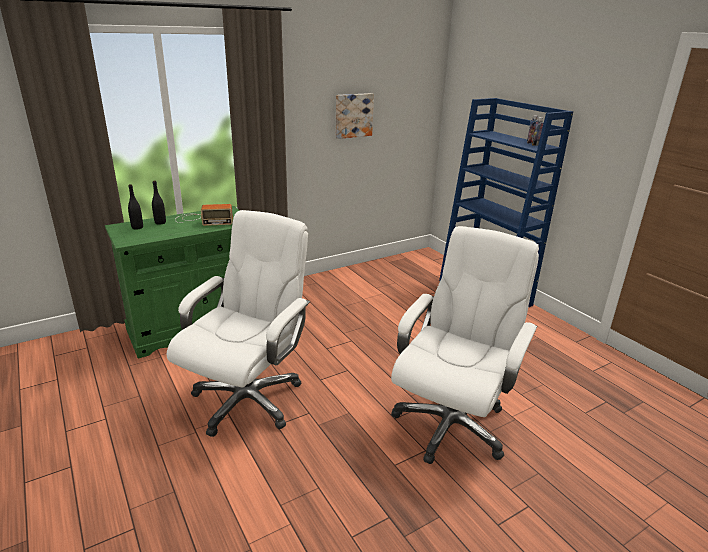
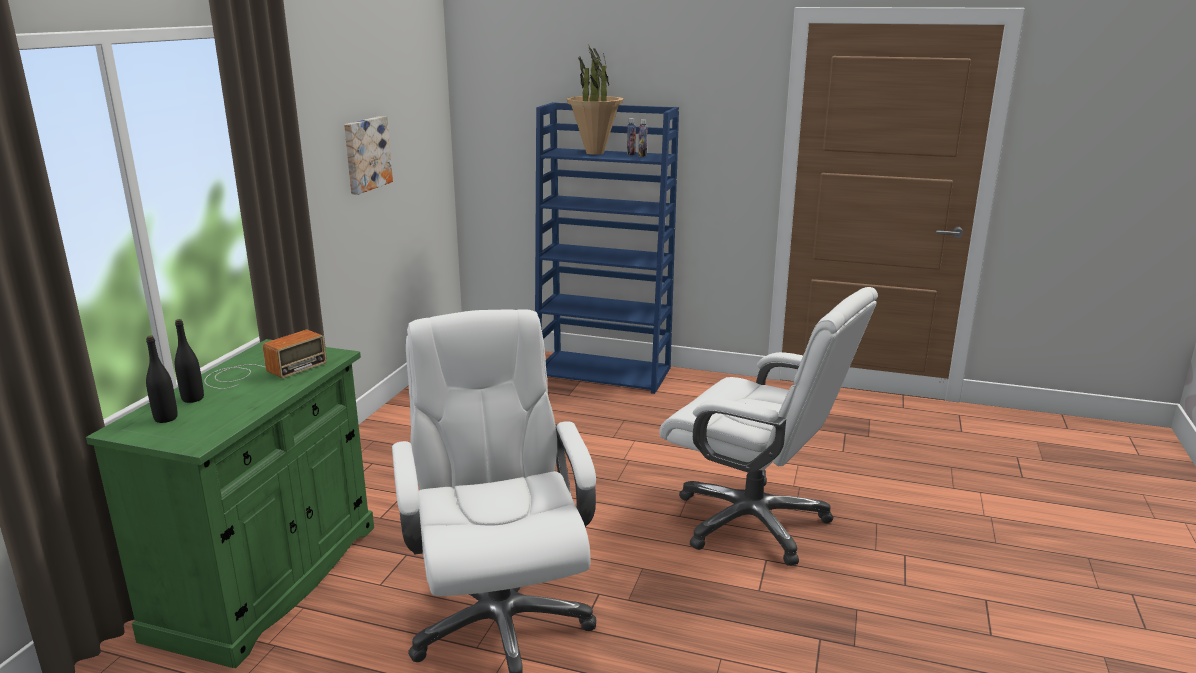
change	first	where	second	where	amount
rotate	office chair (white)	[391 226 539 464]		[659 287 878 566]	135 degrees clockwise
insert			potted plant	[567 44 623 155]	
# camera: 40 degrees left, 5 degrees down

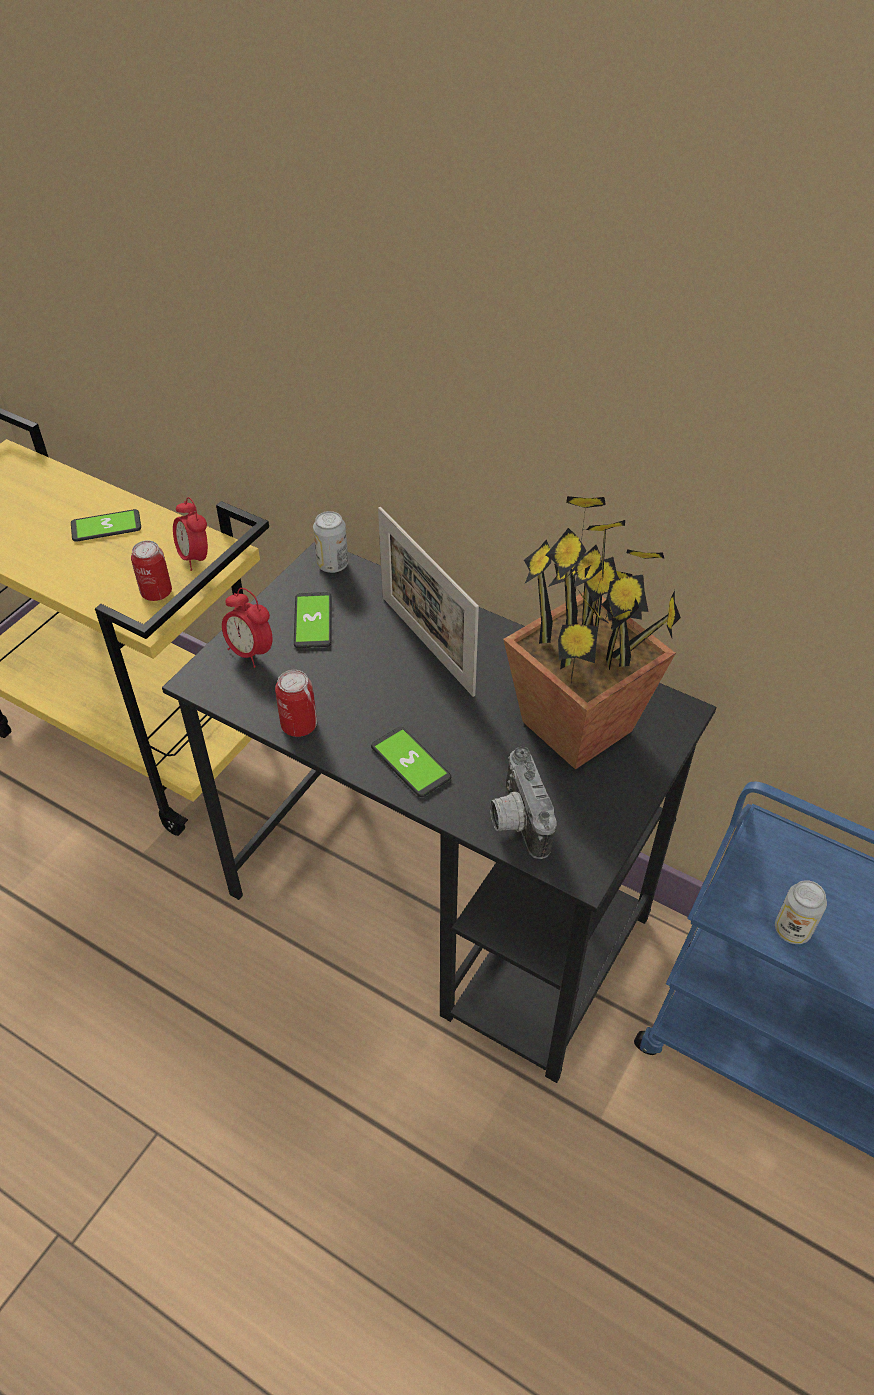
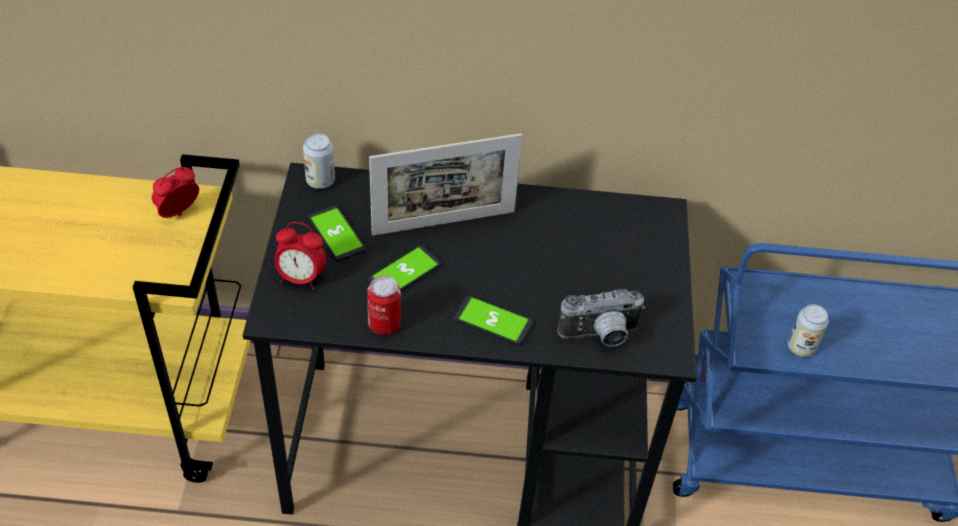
change	first	where	second	where	amount
delete	potted plant	[503 496 681 770]			
rotate	alarm clock	[173 497 208 571]		[152 167 199 218]	105 degrees clockwise
rotate	picture frame	[378 507 479 697]		[369 133 522 235]	45 degrees counterclockwise
move	phone	[71 509 141 542]		[368 245 442 291]	
delete	can	[131 540 172 601]			
rotate	photo camera	[490 747 557 859]		[557 289 645 347]	60 degrees counterclockwise
# camera: 30 degrees left, 0 degrees up

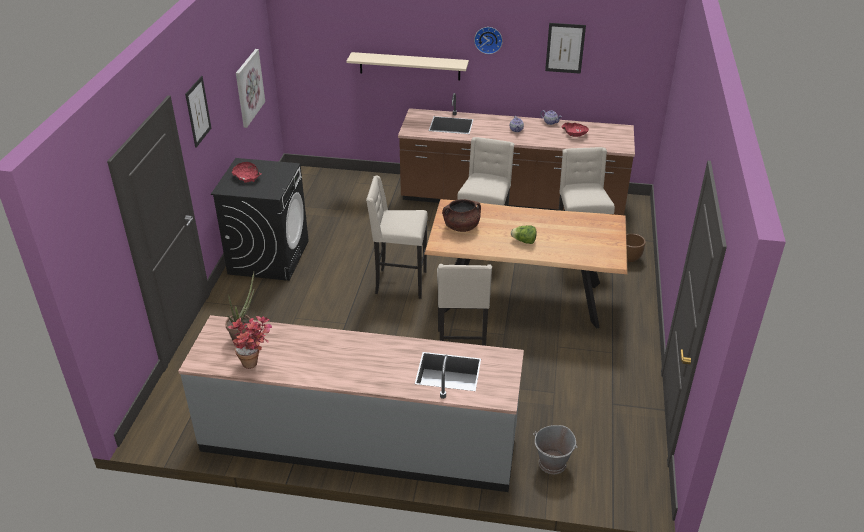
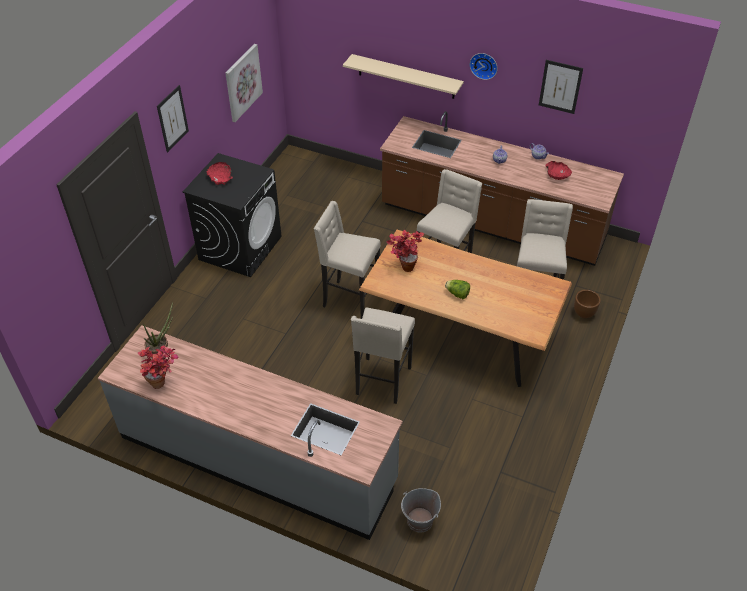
change	first	where	second	where	amount
replace	cooking pot (brown)	[442 199 481 232]	potted plant	[387 230 424 272]	
# camera: 15 degrees right, 10 degrees up

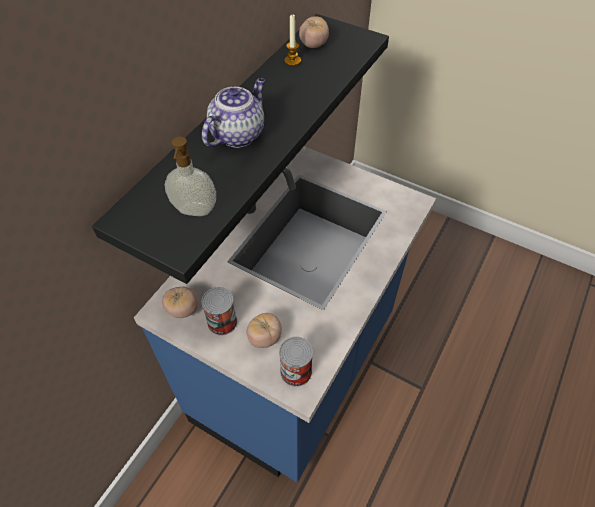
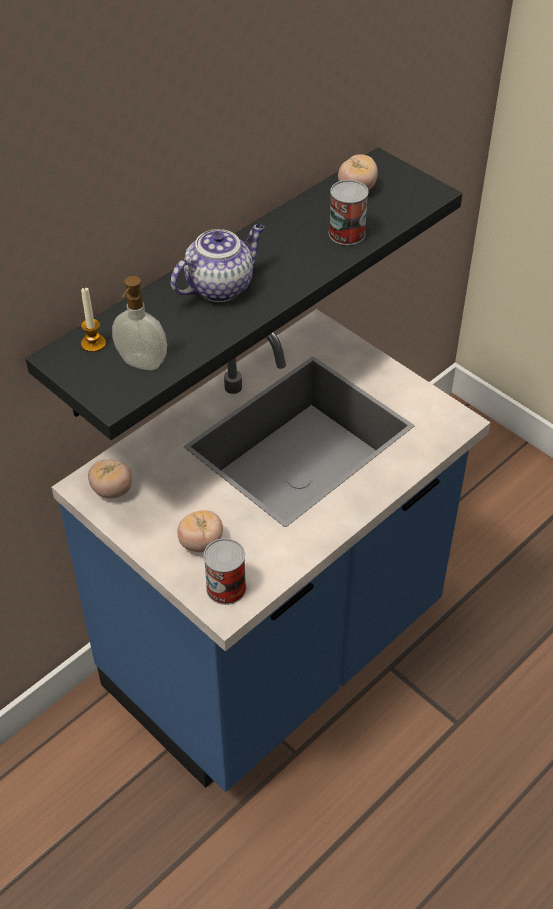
change	first	where	second	where	amount
move	candle	[284 14 301 66]		[81 287 106 352]	
move	can	[202 287 237 336]		[329 180 369 245]	
# camera: 15 degrees right, 5 degrees down

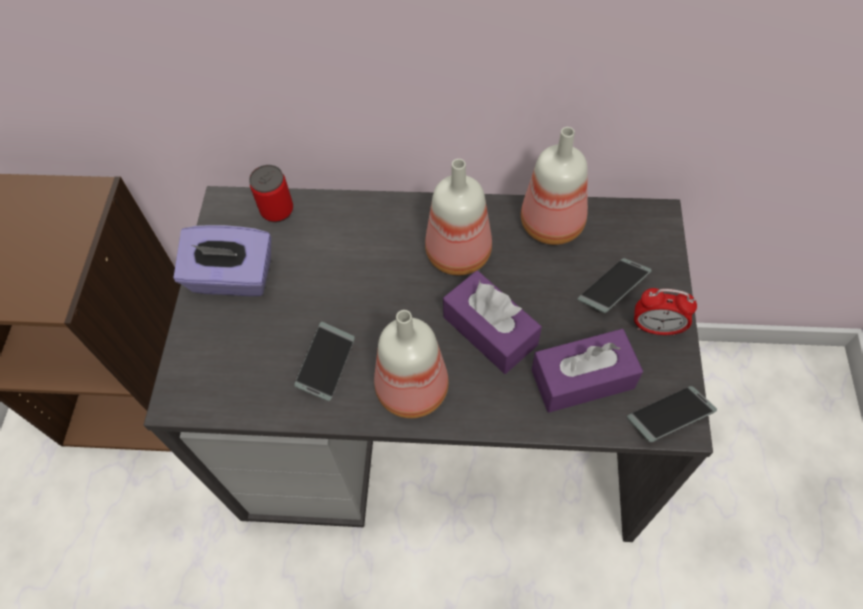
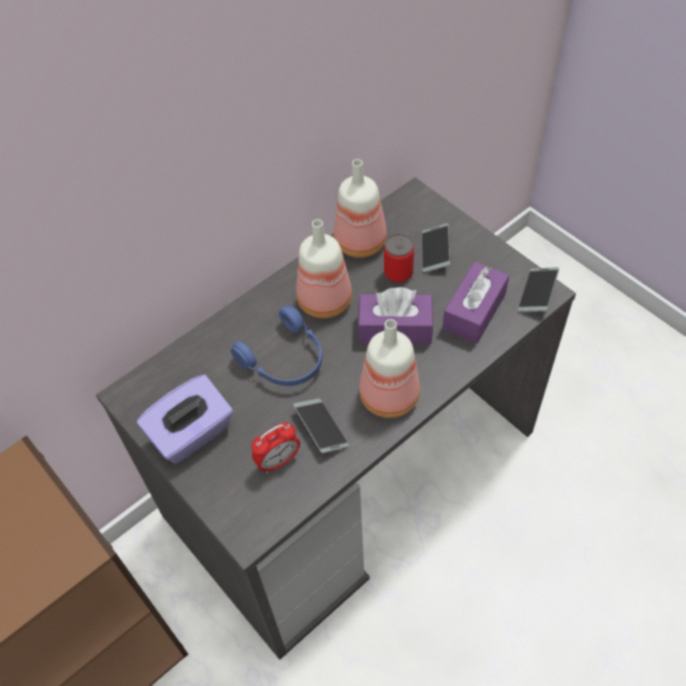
change	first	where	second	where	amount
move	can	[249 165 293 222]		[384 234 414 283]	
move	alarm clock	[634 288 697 336]		[251 422 300 473]	
insert			headphones (blue)	[231 305 322 386]	
# camera: 45 degrees left, 5 degrees down

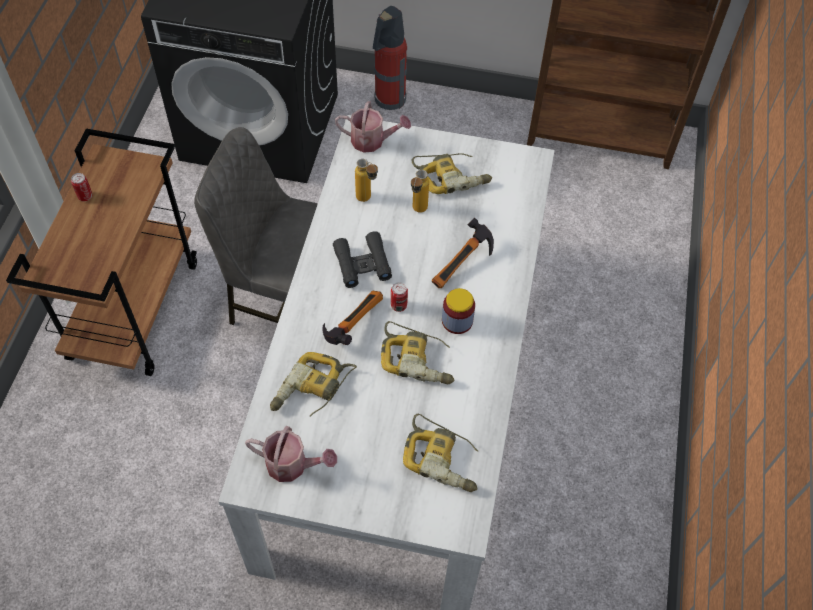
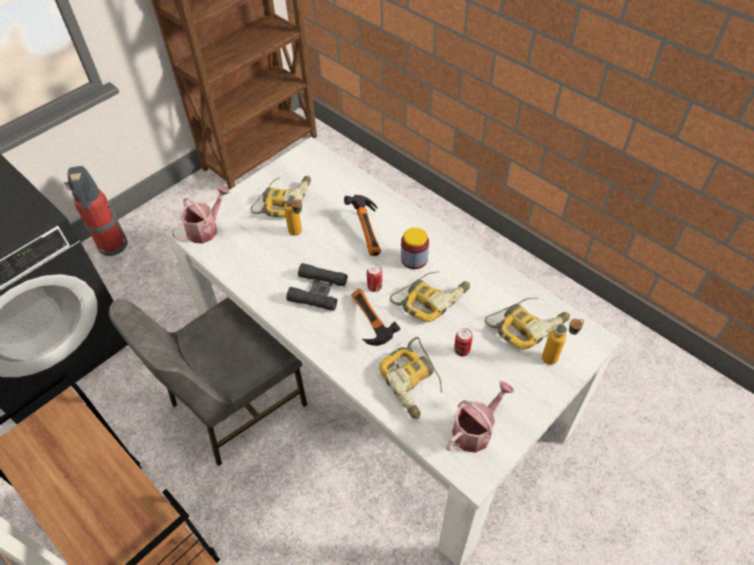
change	first	where	second	where	amount
move	bottle	[355 159 378 202]		[542 319 584 365]	
move	can	[71 173 92 201]		[454 328 473 357]	
# camera: 55 degrees left, 5 degrees down

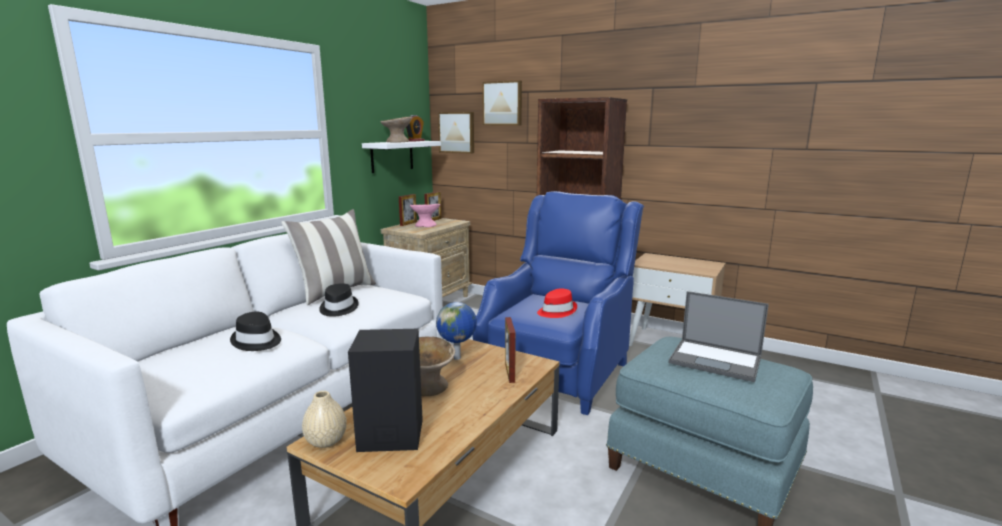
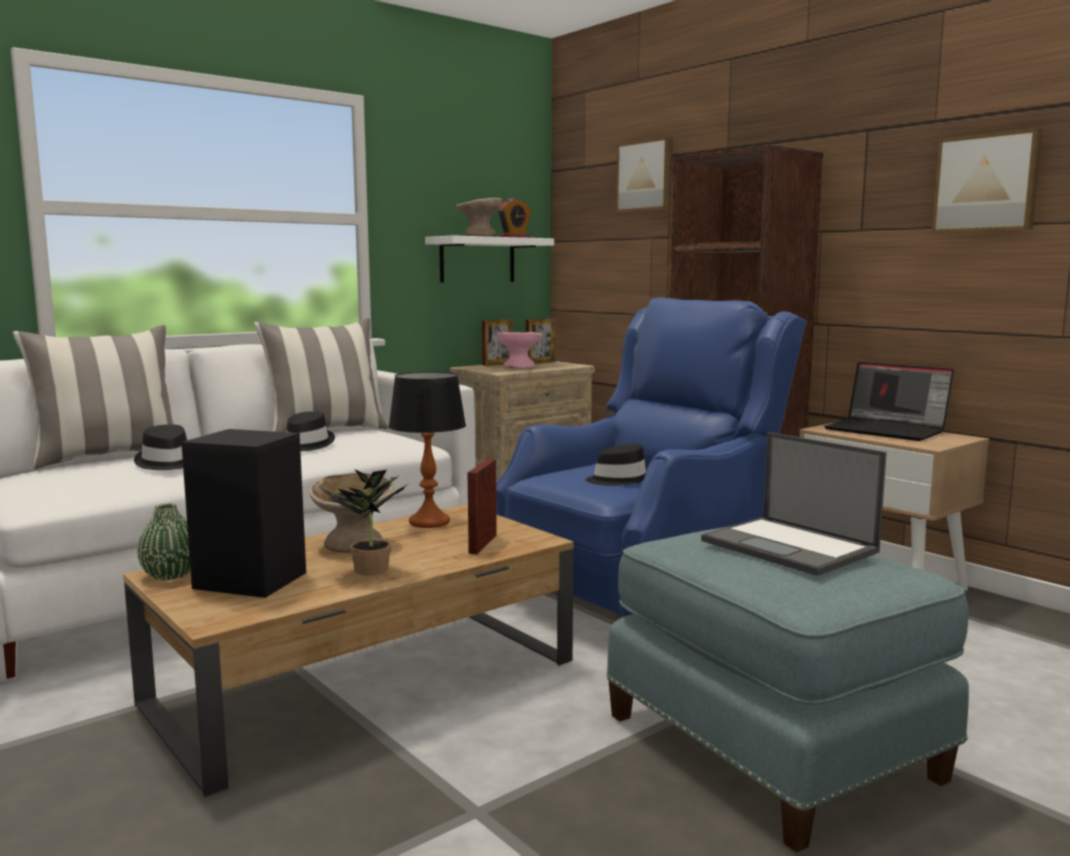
change	first	where	second	where	amount
move	picture	[438 112 474 154]		[932 128 1042 233]	
recolor	hat (red)	[537 288 577 318]	hat (black)	[586 444 648 486]	
replace	globe	[436 302 477 360]	table lamp	[388 372 466 528]	
recolor	vase (beige)	[302 391 347 448]	vase (green)	[137 504 191 580]	
insert			pillow	[13 325 173 470]	
insert			laptop	[824 362 954 441]	
insert			potted plant	[321 469 408 575]	
# camera: 20 degrees right, 5 degrees down

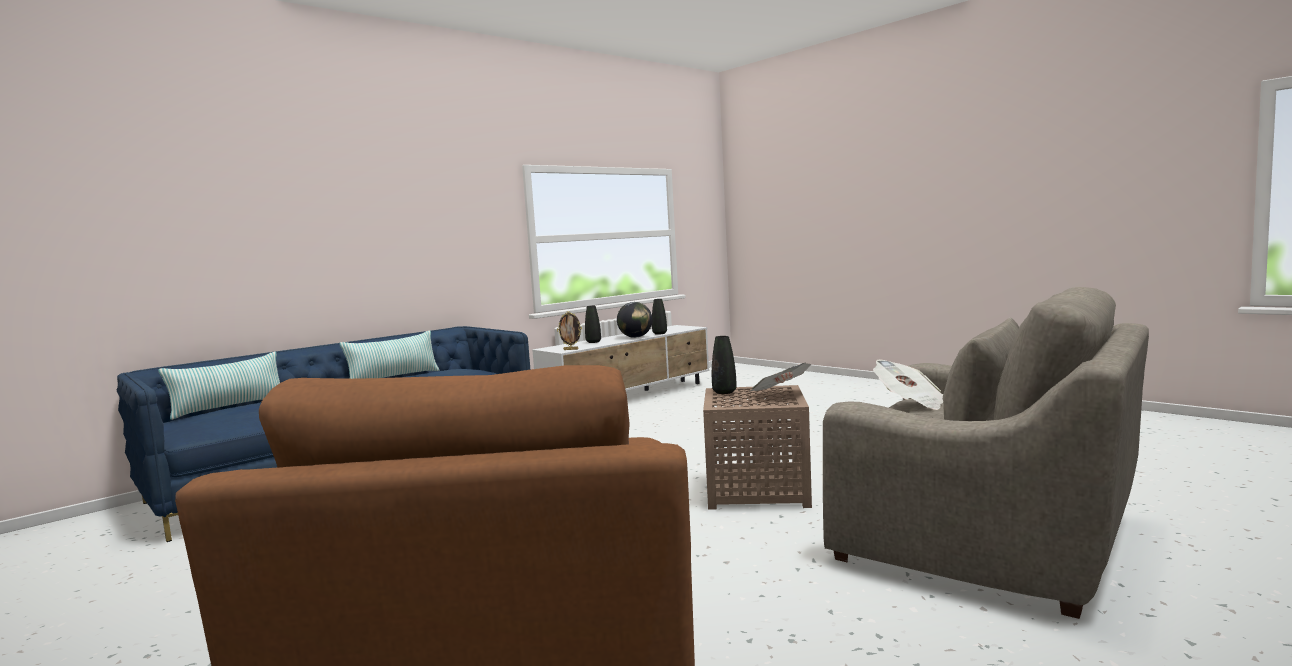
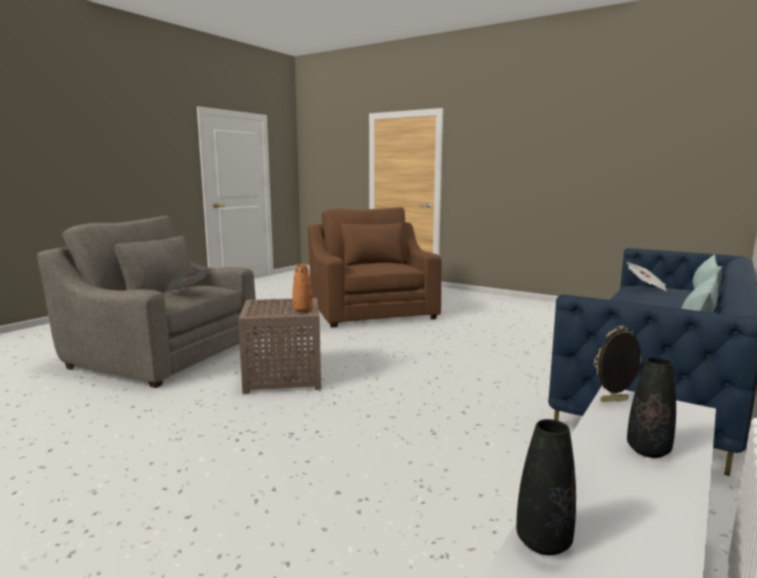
change	first	where	second	where	amount
delete	globe	[617 302 653 338]			
recolor	vase (black)	[712 336 736 394]	vase (orange)	[293 265 313 312]	
move	newspaper	[750 362 811 392]		[626 262 667 291]	
# camera: 165 degrees right, 5 degrees up

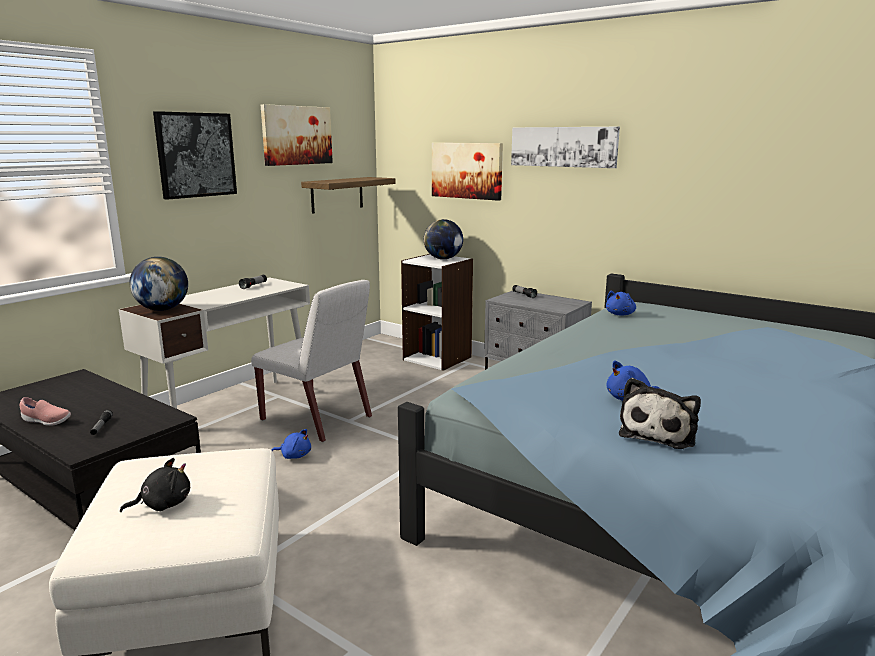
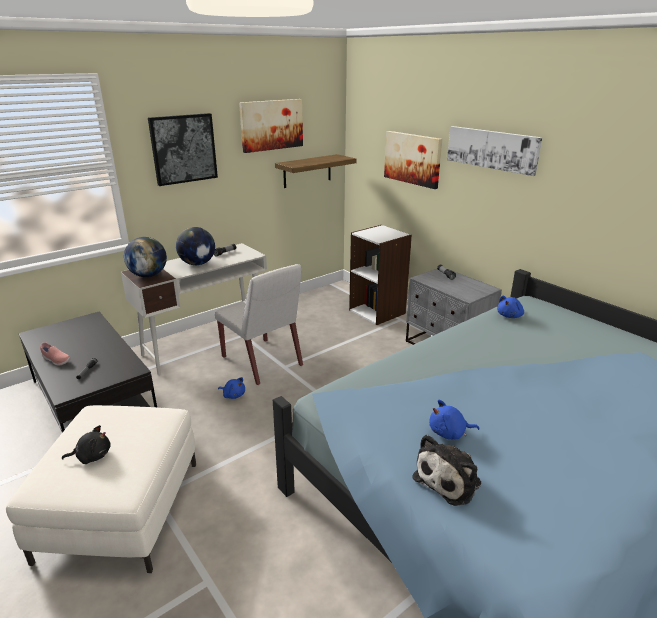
change	first	where	second	where	amount
move	globe	[424 219 463 259]		[176 227 215 265]	
# camera: 15 degrees right, 10 degrees up

